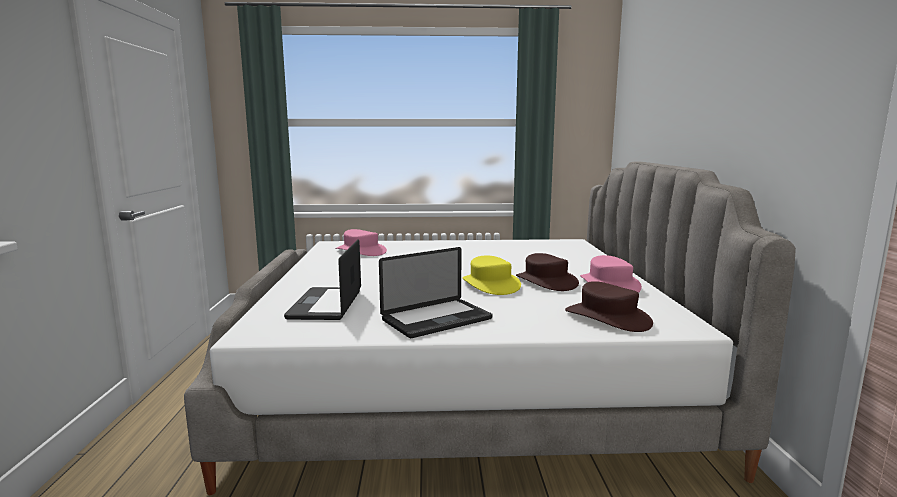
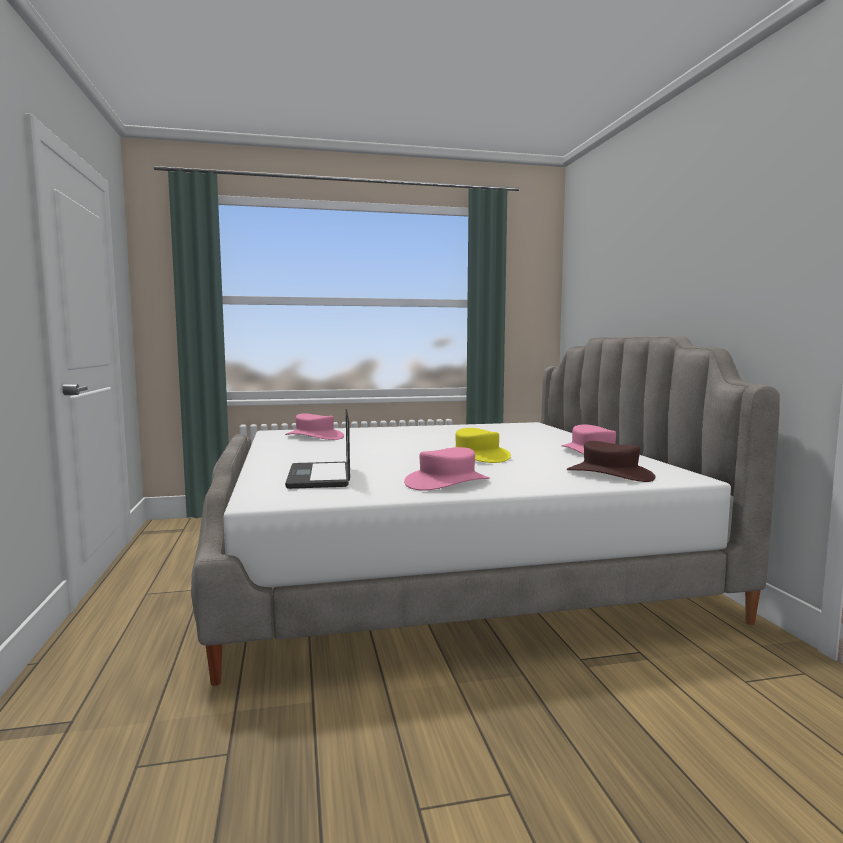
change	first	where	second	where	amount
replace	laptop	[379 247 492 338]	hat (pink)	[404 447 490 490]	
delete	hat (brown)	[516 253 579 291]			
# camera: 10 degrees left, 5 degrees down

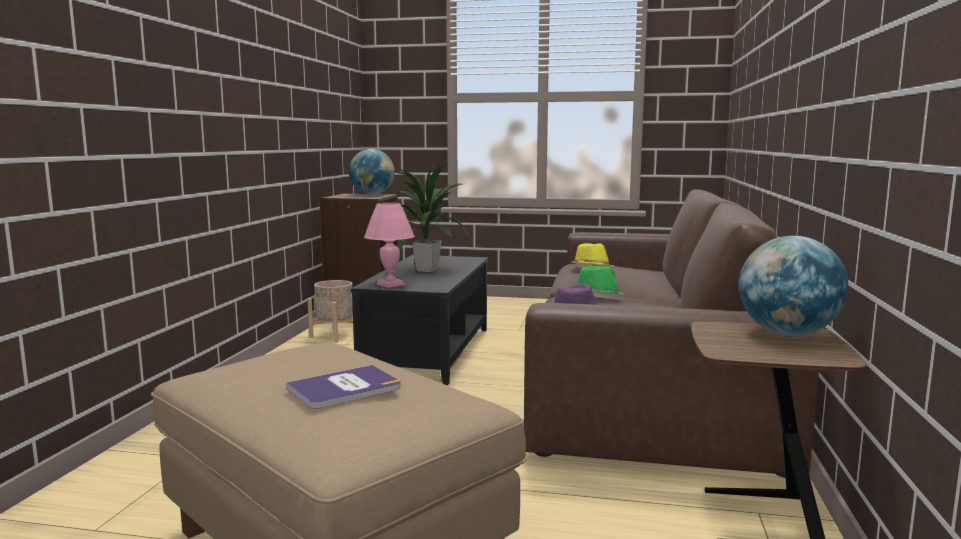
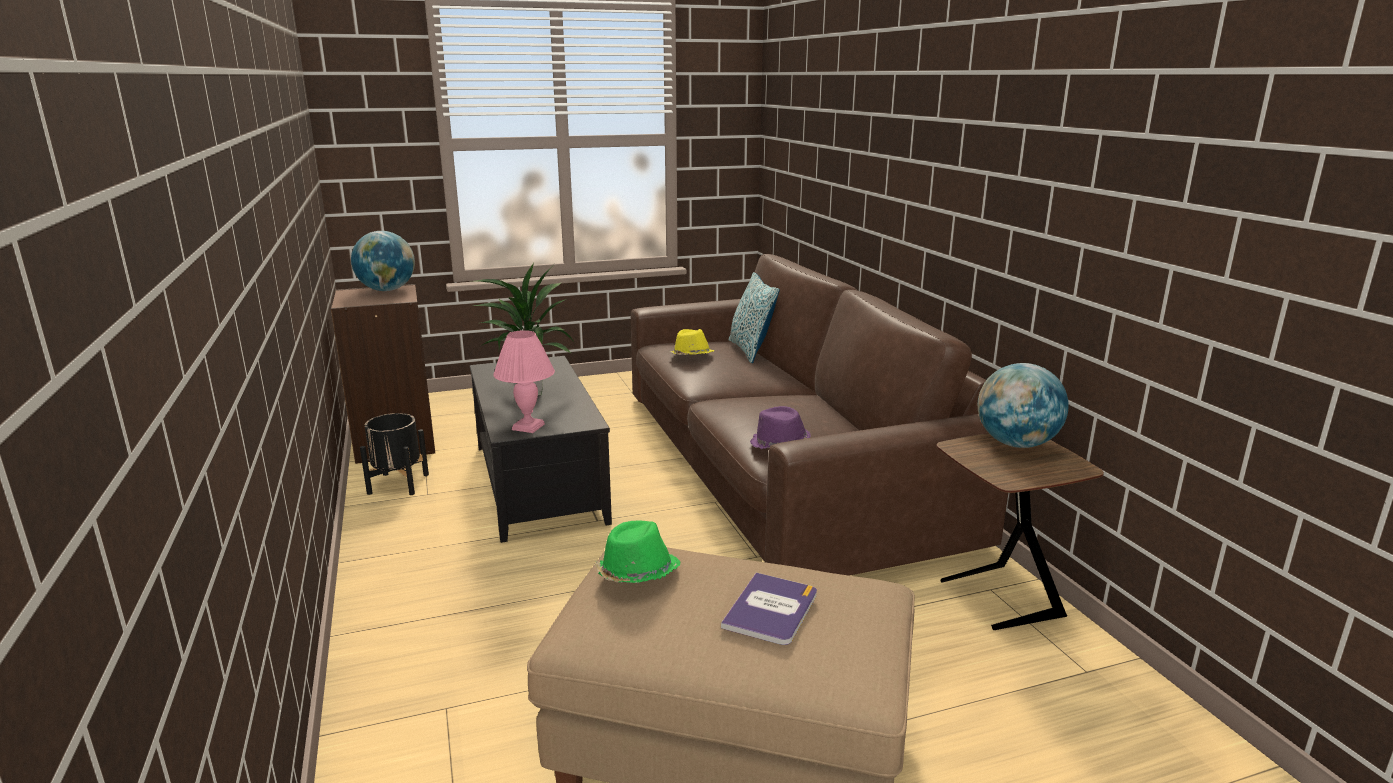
change	first	where	second	where	amount
move	hat (green)	[577 266 624 294]		[594 520 681 583]	
recolor	planter (beige)	[308 280 353 343]	planter (black)	[360 413 429 495]	
insert			pillow	[729 272 780 363]	
# camera: 30 degrees left, 10 degrees up

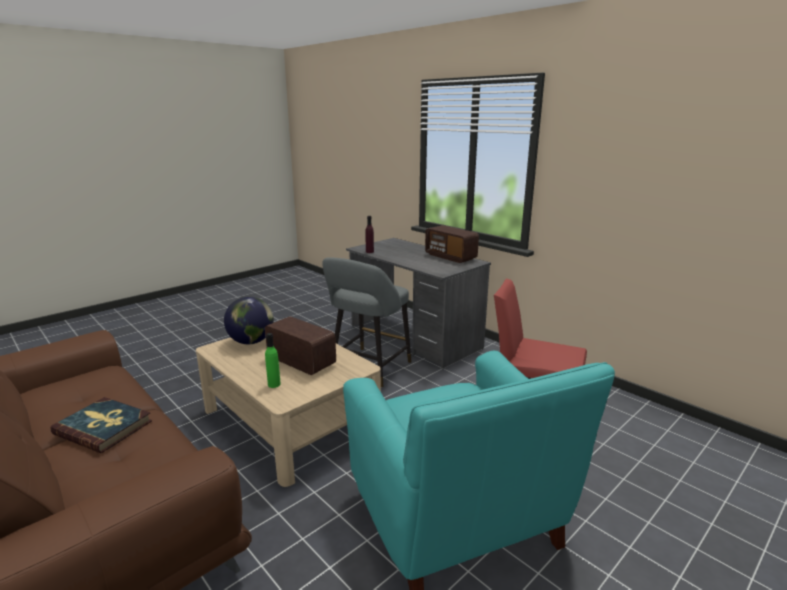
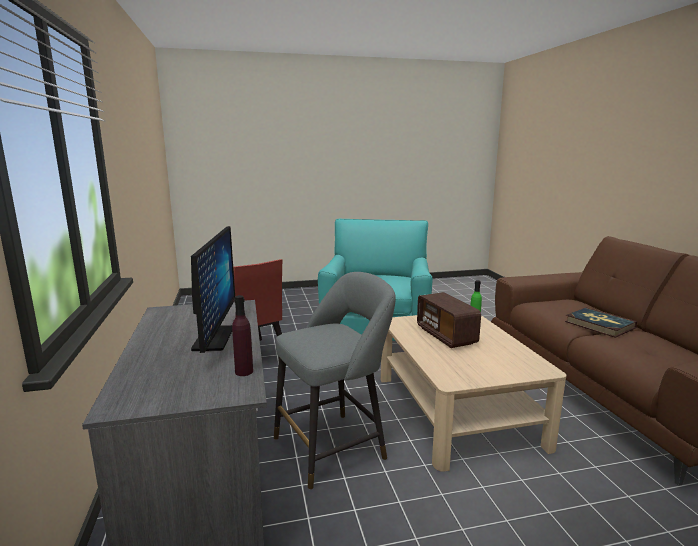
change	first	where	second	where	amount
delete	radio	[425 225 479 263]			
delete	globe	[224 297 274 344]			
insert			monitor	[191 226 235 353]	
# camera: 150 degrees left, 5 degrees down

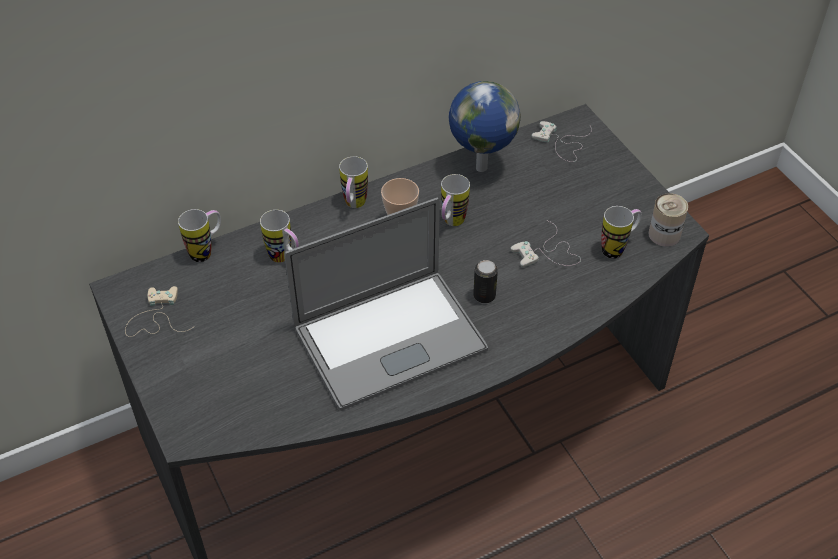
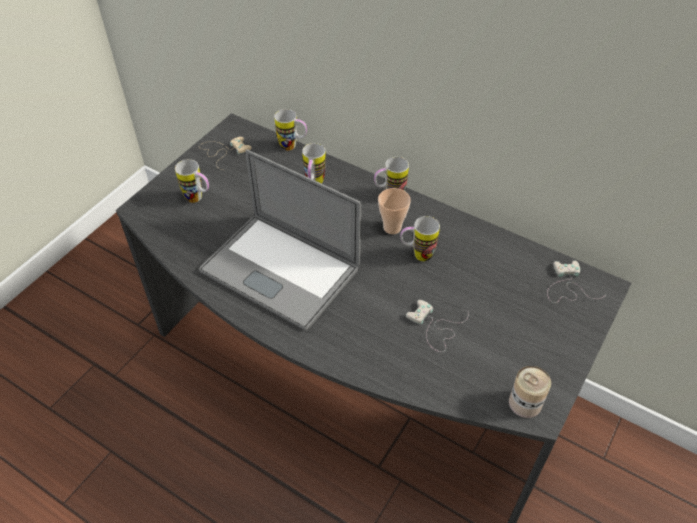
change	first	where	second	where	amount
delete	globe	[448 81 521 172]			
move	mug	[601 206 642 259]		[175 159 209 203]	
delete	can	[473 260 498 303]			
# camera: 60 degrees right, 0 degrees up

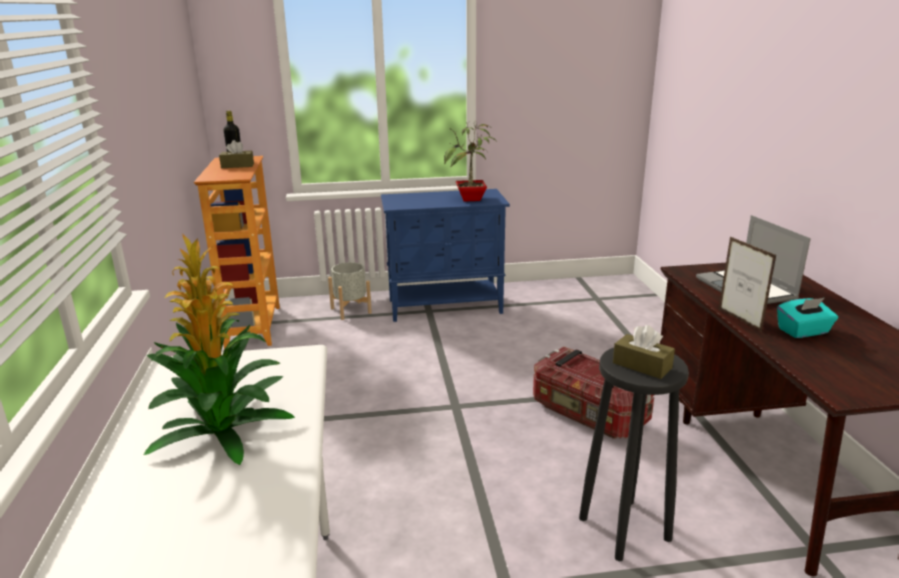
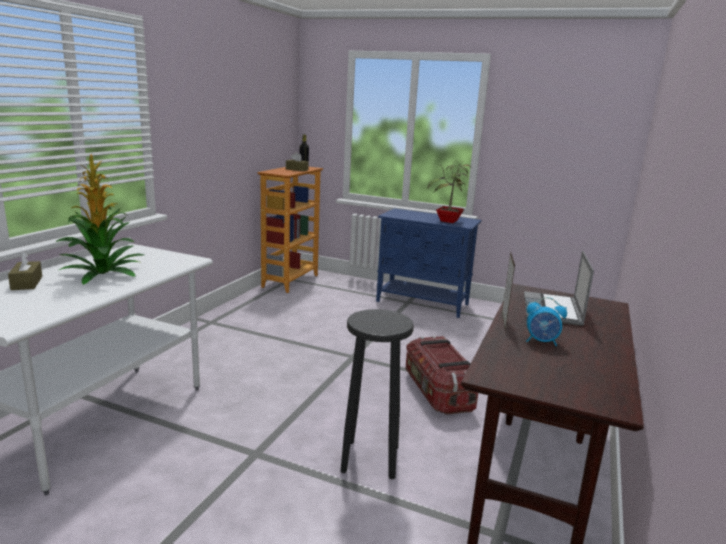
change	first	where	second	where	amount
delete	planter (grey)	[328 262 372 320]			
replace	tissue box (turquoise)	[777 298 838 338]	alarm clock	[526 297 567 346]	
move	tissue box (brown)	[613 325 675 379]		[8 251 42 290]	
# camera: 30 degrees right, 5 degrees down

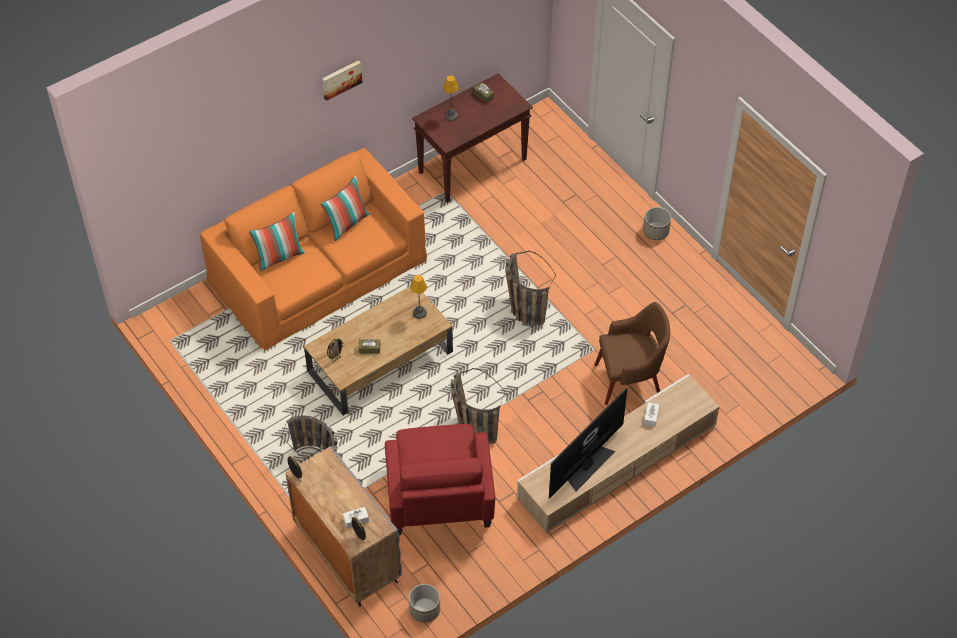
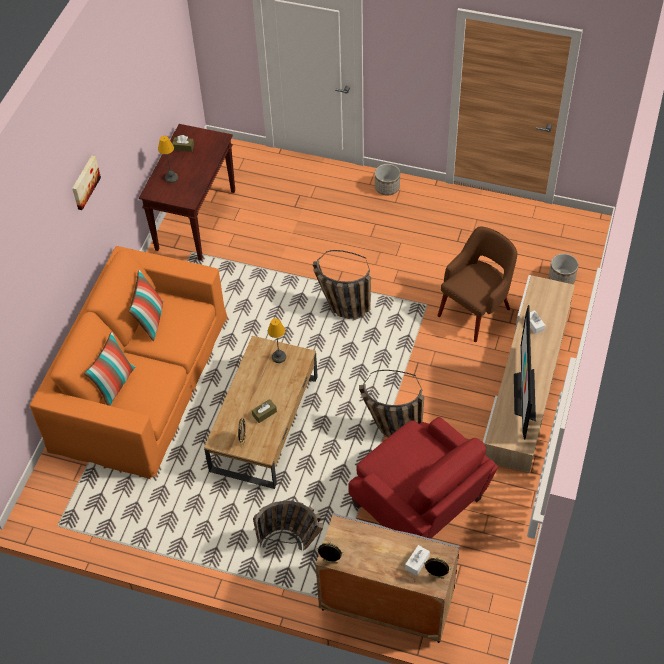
change	first	where	second	where	amount
move	planter	[409 584 440 623]		[549 253 578 284]	
# camera: 35 degrees left, 0 degrees up

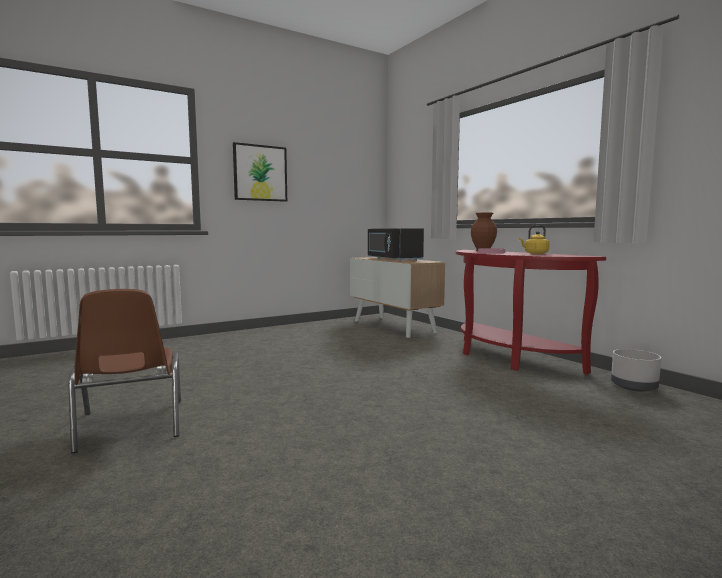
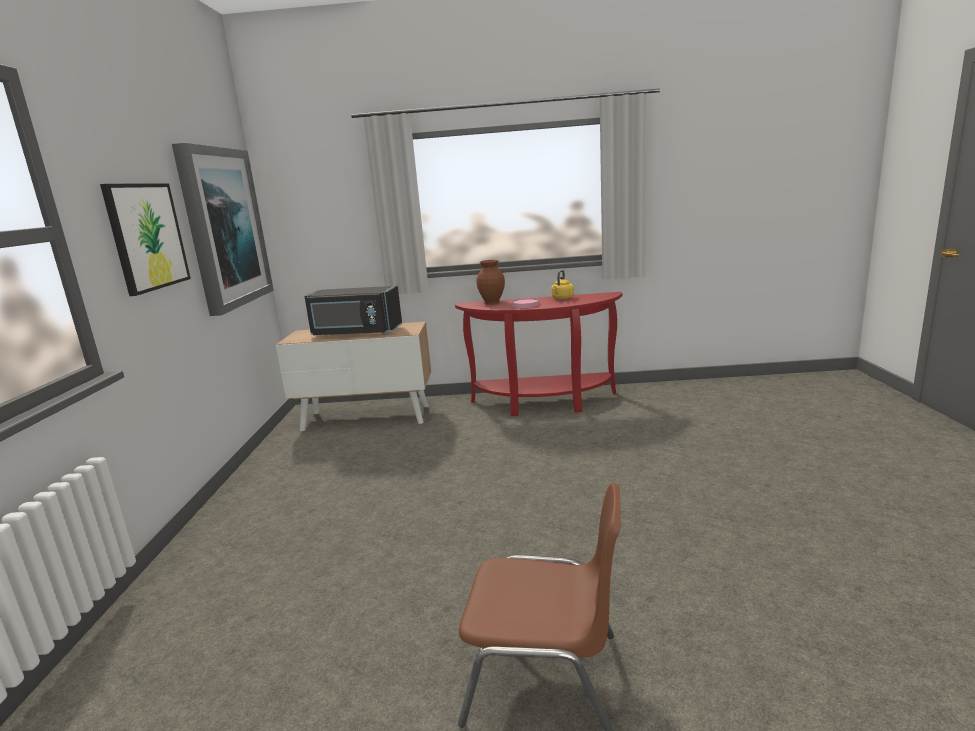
change	first	where	second	where	amount
delete	planter (grey)	[611 349 661 392]			
insert			picture	[172 143 274 316]	
# camera: 55 degrees left, 10 degrees up

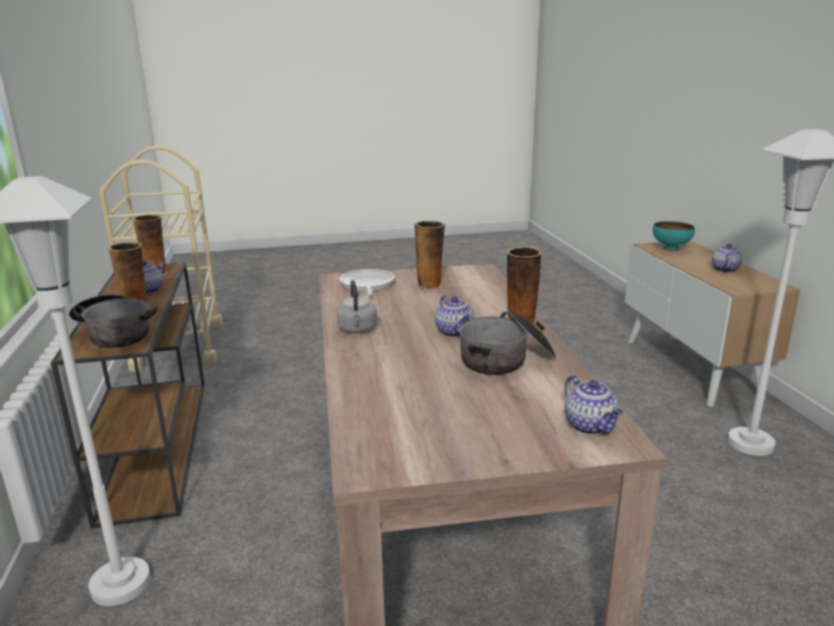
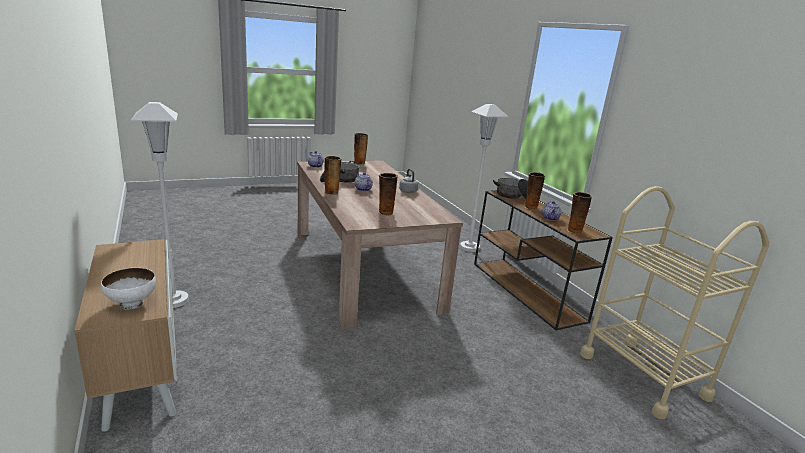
change	first	where	second	where	amount
recolor	bowl (turquoise)	[653 221 695 251]	bowl (white)	[101 268 156 309]	
delete	teapot	[712 244 742 273]			
delete	frying pan	[340 269 395 296]			
insert			vase	[354 133 368 164]	
# camera: 165 degrees right, 0 degrees up

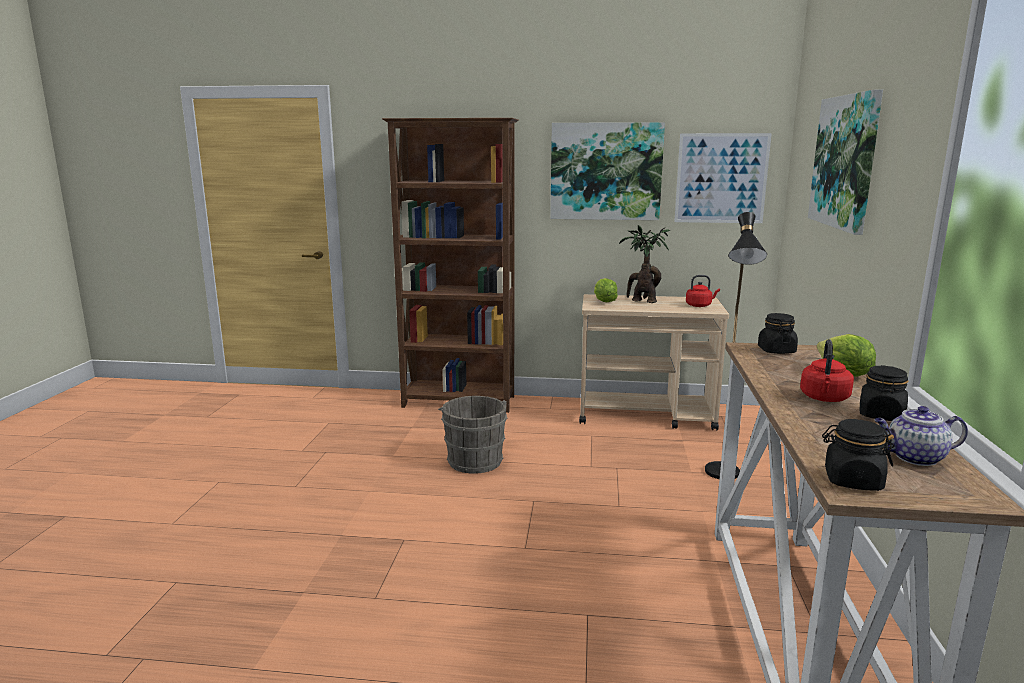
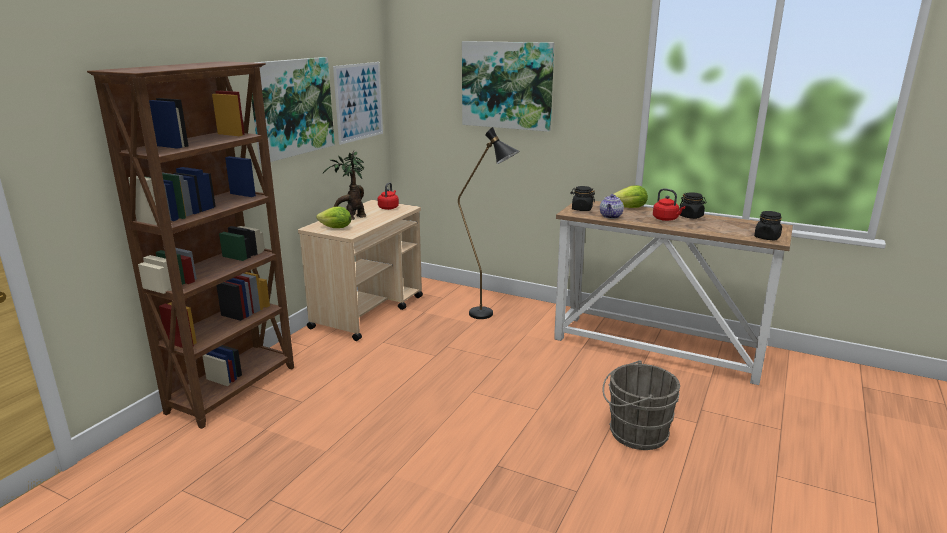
change	first	where	second	where	amount
move	bucket (grey)	[438 396 507 474]		[603 360 680 450]	
move	teapot	[875 406 968 466]		[600 194 624 219]	
# camera: 70 degrees left, 5 degrees up

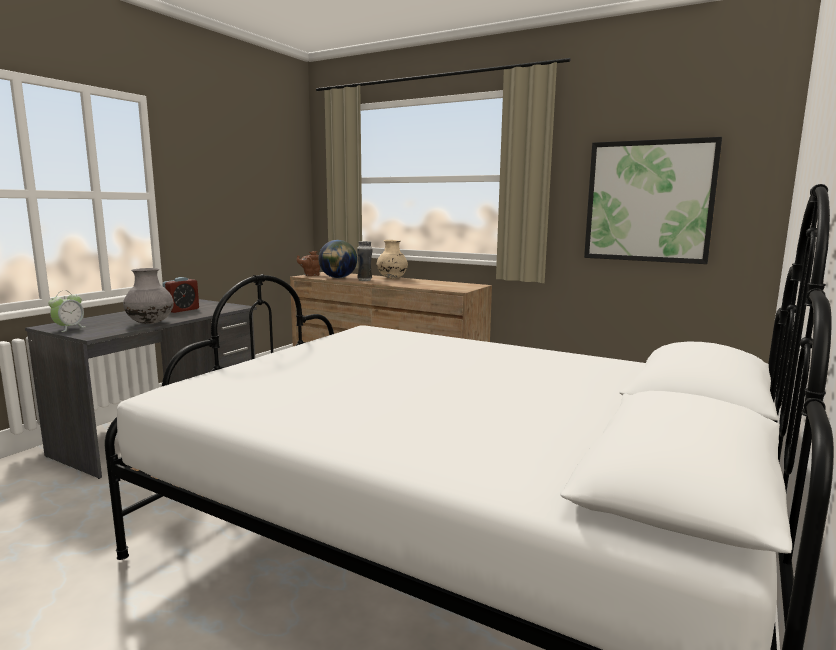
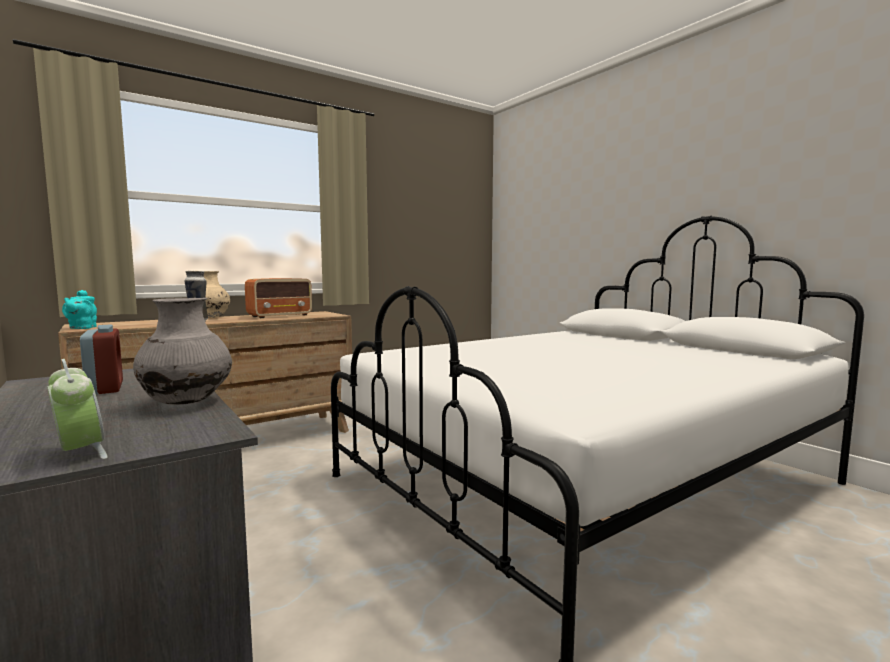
change	first	where	second	where	amount
delete	picture	[584 137 722 264]			
delete	globe	[318 240 357 278]			
recolor	teapot (brown)	[297 251 320 276]	teapot (turquoise)	[62 290 97 329]	
insert			radio	[245 278 312 318]	
# camera: 65 degrees left, 5 degrees down

